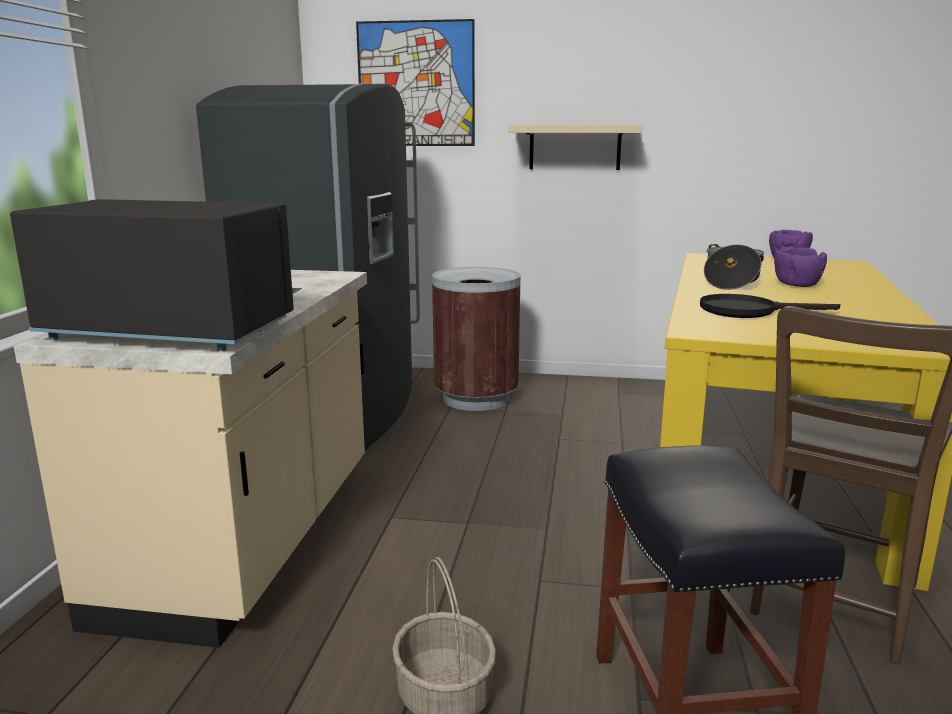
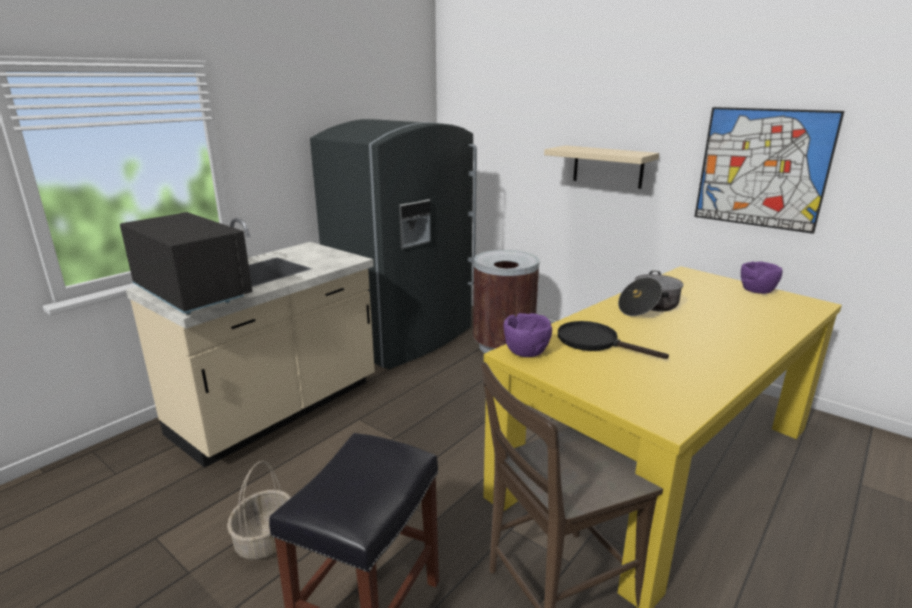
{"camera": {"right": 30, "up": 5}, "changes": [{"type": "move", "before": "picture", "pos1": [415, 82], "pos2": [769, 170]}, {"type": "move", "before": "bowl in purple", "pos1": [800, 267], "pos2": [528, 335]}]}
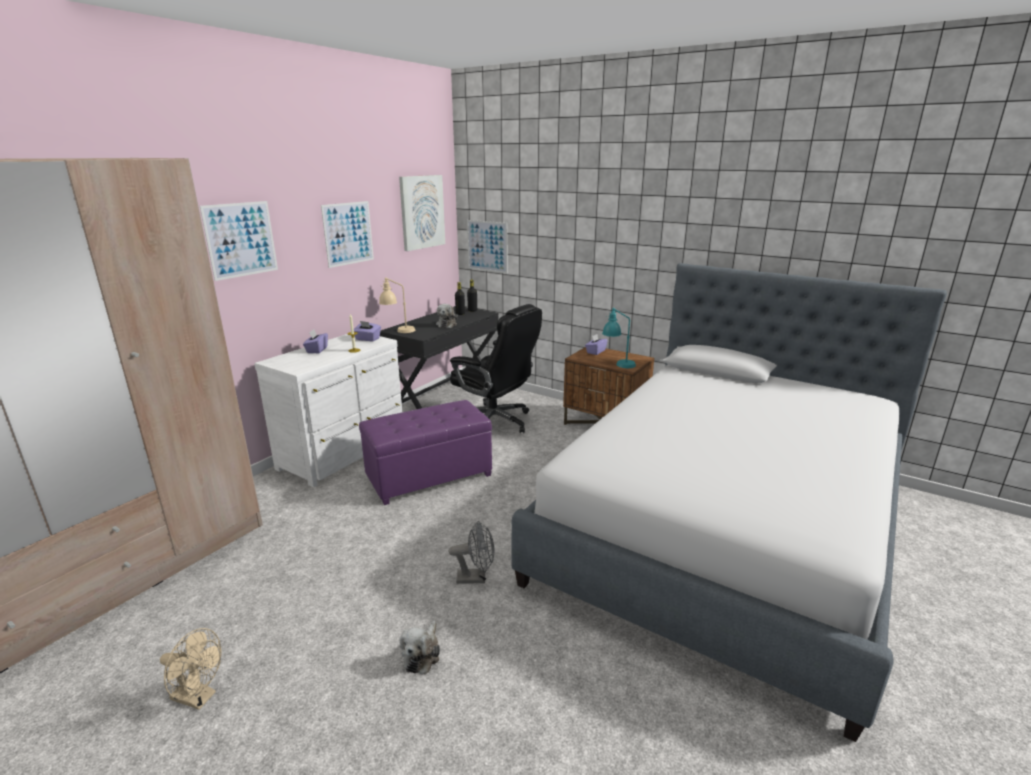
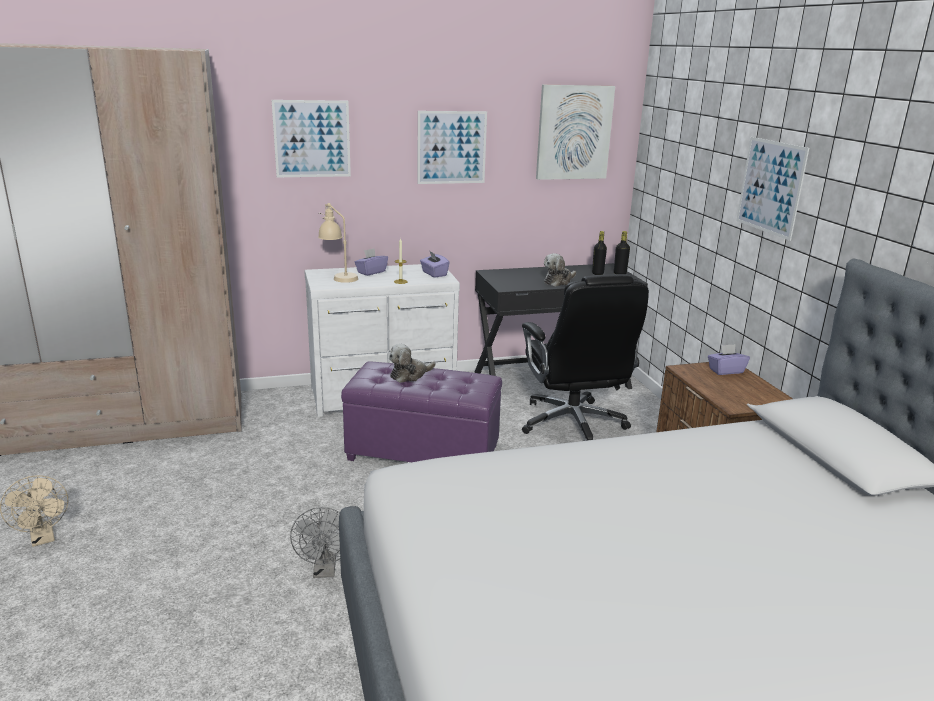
{"camera": {"right": 40, "up": 0}, "changes": [{"type": "move", "before": "picture", "pos1": [487, 246], "pos2": [772, 189]}, {"type": "move", "before": "table lamp in beige", "pos1": [397, 305], "pos2": [338, 243]}, {"type": "delete", "before": "table lamp in turquoise", "pos1": [619, 338]}, {"type": "rotate", "before": "fan in grey", "pos1": [471, 552], "pos2": [315, 542], "turn": 45}, {"type": "move", "before": "plush toy", "pos1": [420, 647], "pos2": [412, 363]}]}
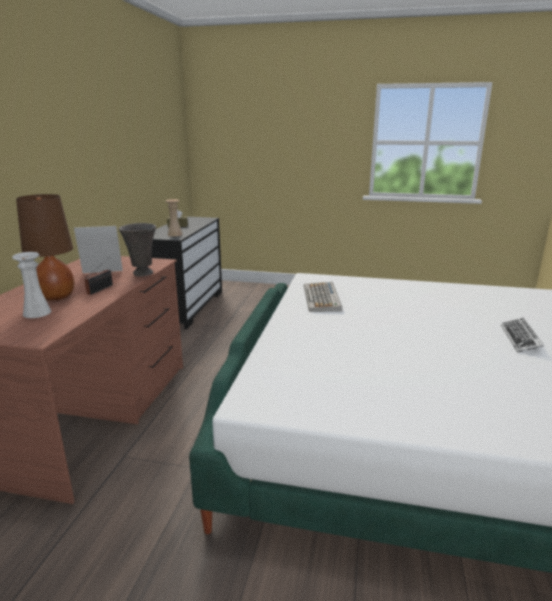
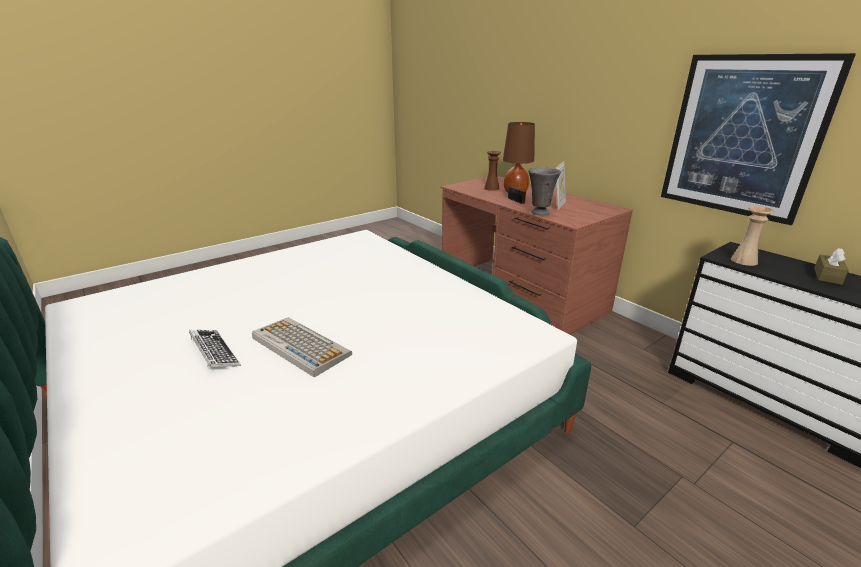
{"camera": {"right": 130, "up": 5}, "changes": [{"type": "recolor", "before": "vase in white", "after": "vase in brown", "pos1": [31, 285], "pos2": [492, 171]}, {"type": "move", "before": "keyboard", "pos1": [323, 297], "pos2": [302, 347]}, {"type": "insert", "after": "picture", "pos2": [758, 139]}]}
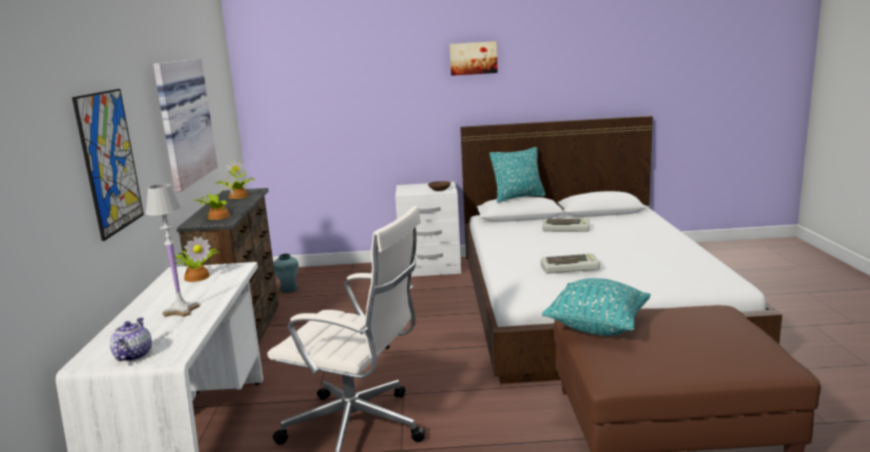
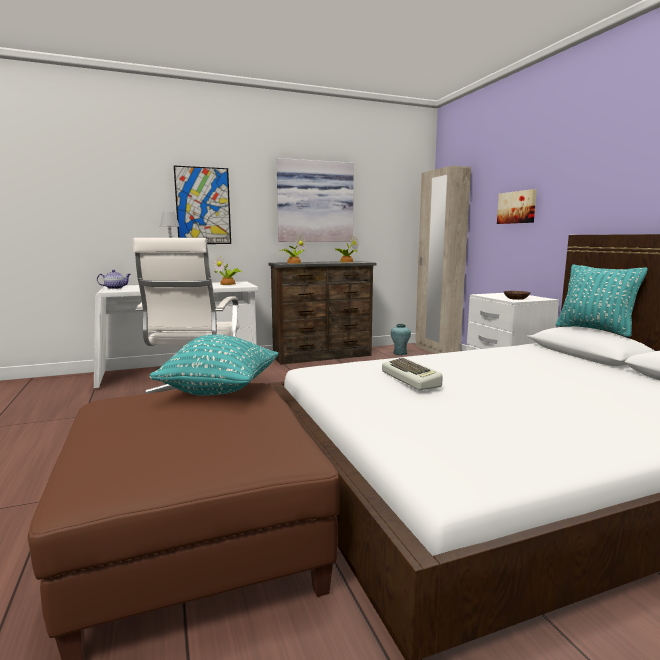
{"camera": {"right": 70, "up": -5}, "changes": [{"type": "move", "before": "picture", "pos1": [474, 58], "pos2": [517, 206]}, {"type": "delete", "before": "keyboard", "pos1": [566, 225]}, {"type": "insert", "after": "wardrobe in beige", "pos2": [443, 260]}]}
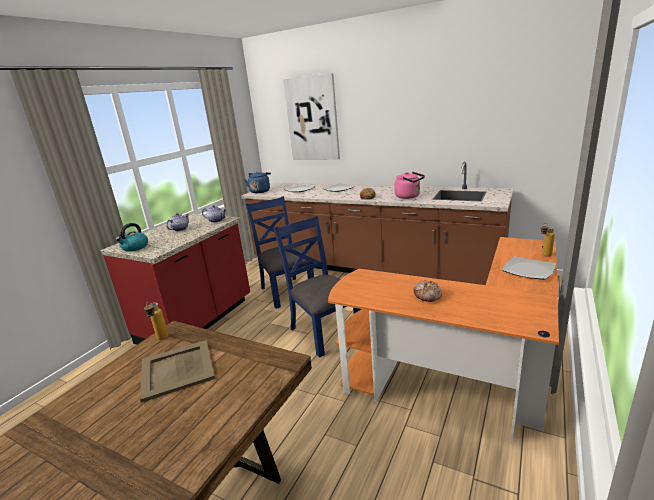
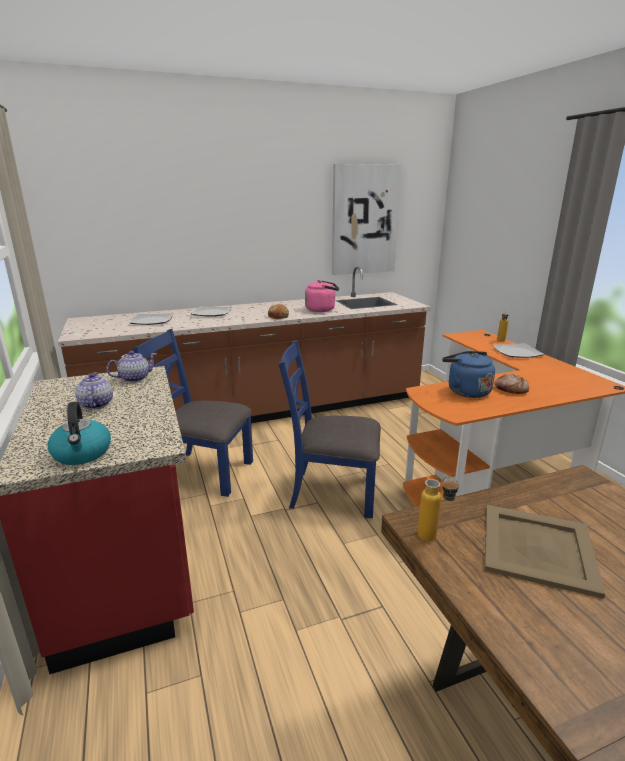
{"camera": {"right": -50, "up": 0}, "changes": [{"type": "move", "before": "picture", "pos1": [311, 116], "pos2": [366, 219]}, {"type": "move", "before": "kettle in blue", "pos1": [257, 182], "pos2": [468, 374]}]}
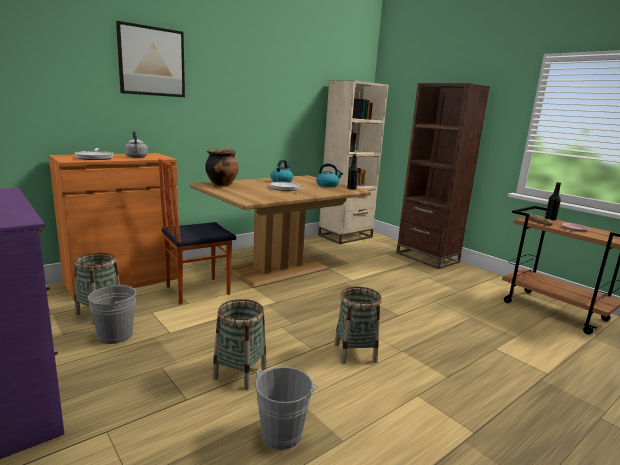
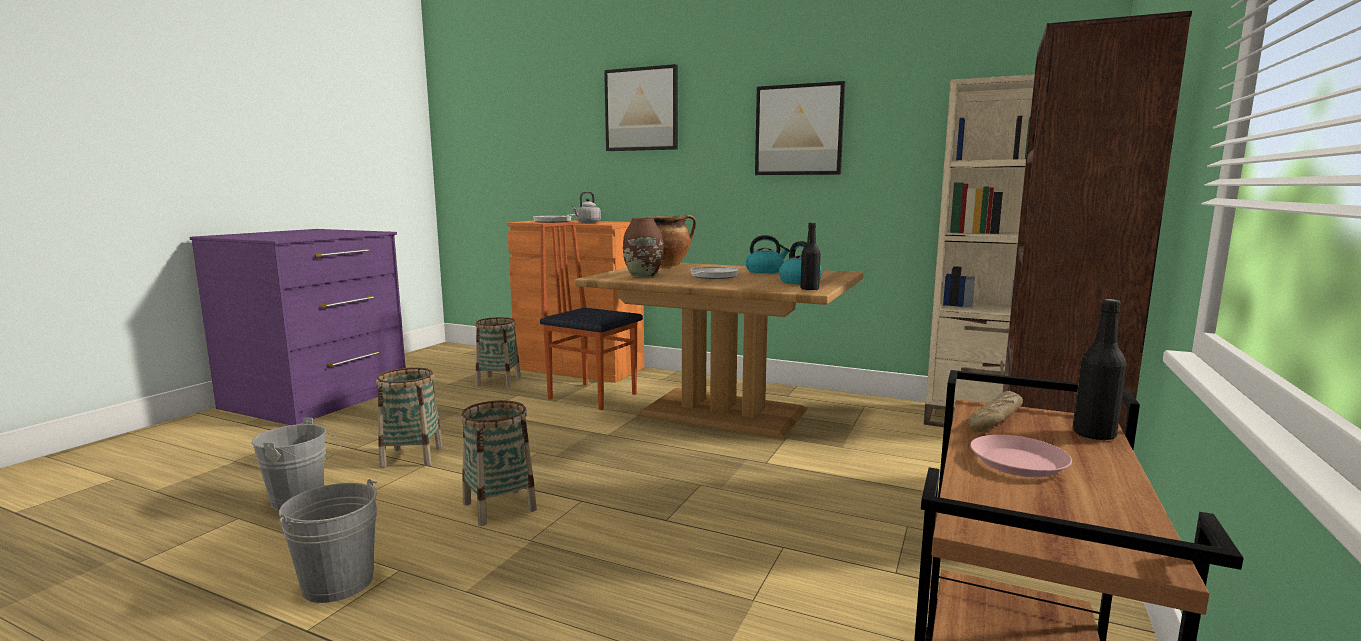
{"camera": {"right": 65, "up": -5}, "changes": [{"type": "move", "before": "bucket in grey", "pos1": [112, 313], "pos2": [328, 541]}, {"type": "insert", "after": "picture", "pos2": [800, 128]}, {"type": "insert", "after": "vase in brown", "pos2": [643, 247]}]}
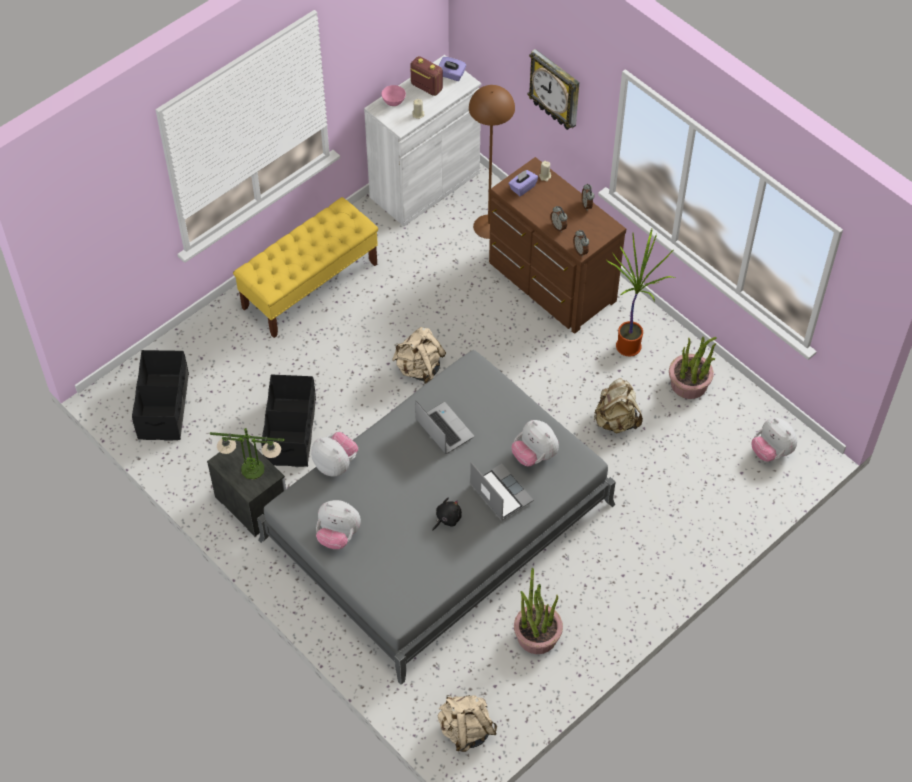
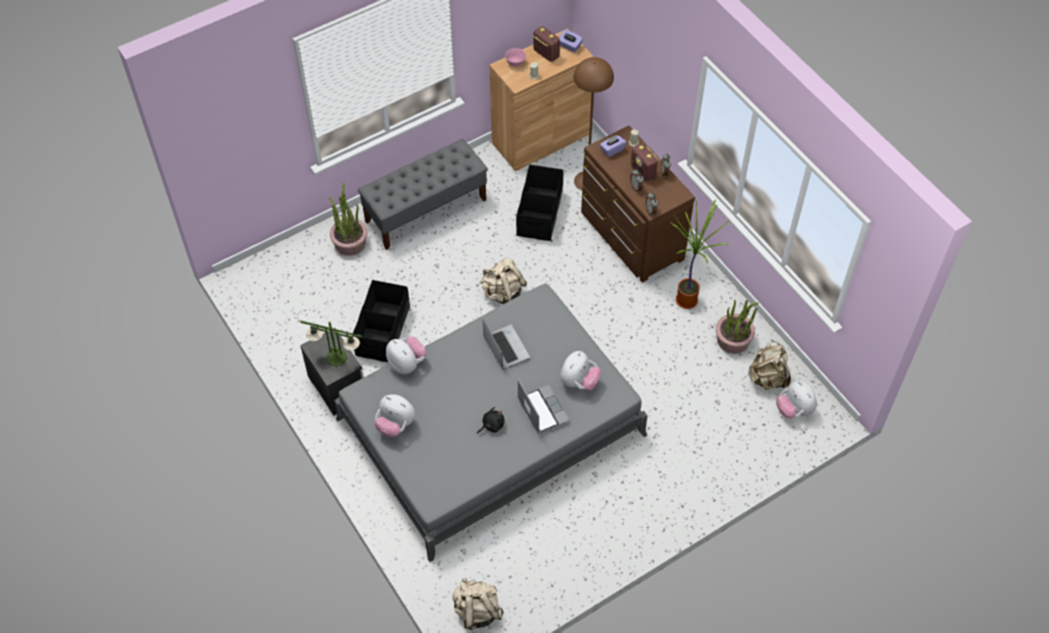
{"camera": {"right": 10, "up": 0}, "changes": [{"type": "delete", "before": "wall clock", "pos1": [553, 89]}, {"type": "recolor", "before": "cabinet in white", "after": "cabinet in brown", "pos1": [422, 140], "pos2": [541, 100]}, {"type": "recolor", "before": "bench in yellow", "after": "bench in grey", "pos1": [305, 267], "pos2": [423, 194]}, {"type": "move", "before": "storage box in black", "pos1": [160, 395], "pos2": [539, 203]}, {"type": "move", "before": "backpack in beige", "pos1": [618, 406], "pos2": [769, 365]}, {"type": "rotate", "before": "plush toy", "pos1": [535, 443], "pos2": [580, 370], "turn": -120}, {"type": "move", "before": "potted plant", "pos1": [538, 610], "pos2": [348, 219]}, {"type": "insert", "after": "radio", "pos2": [645, 162]}]}
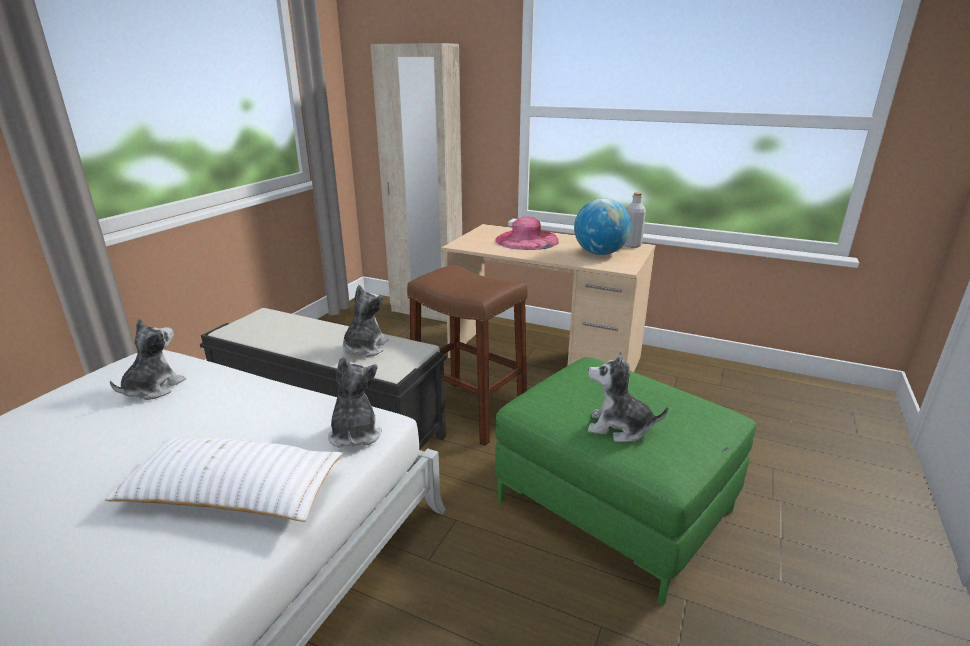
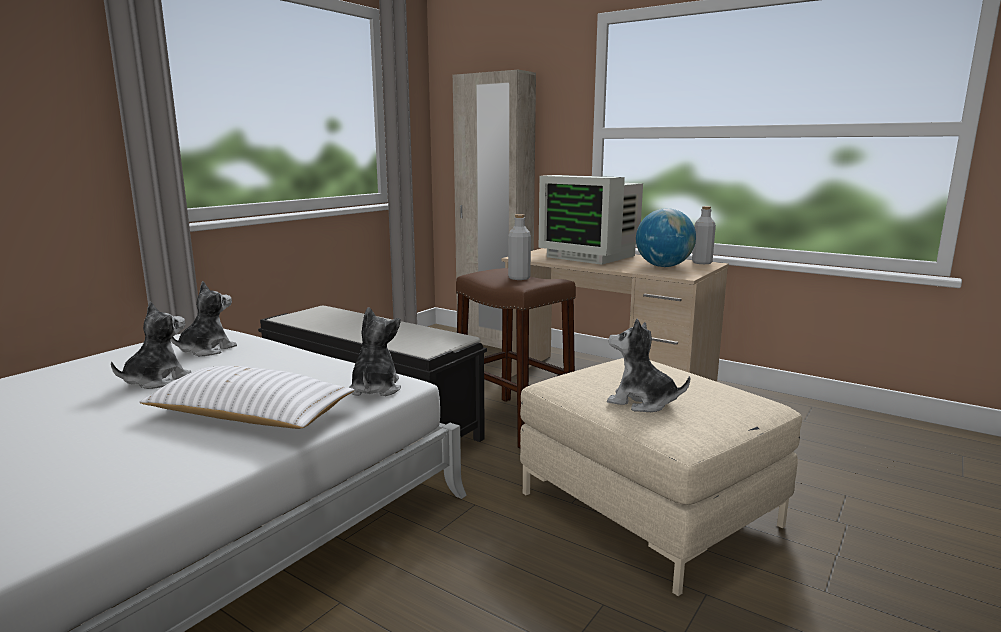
{"camera": {"right": 10, "up": -10}, "changes": [{"type": "replace", "before": "hat in pink", "after": "monitor", "pos1": [527, 233], "pos2": [591, 220]}, {"type": "move", "before": "plush toy", "pos1": [365, 321], "pos2": [151, 345]}, {"type": "recolor", "before": "ottoman in green", "after": "ottoman in beige", "pos1": [625, 481], "pos2": [661, 477]}, {"type": "insert", "after": "bottle in grey", "pos2": [519, 247]}]}
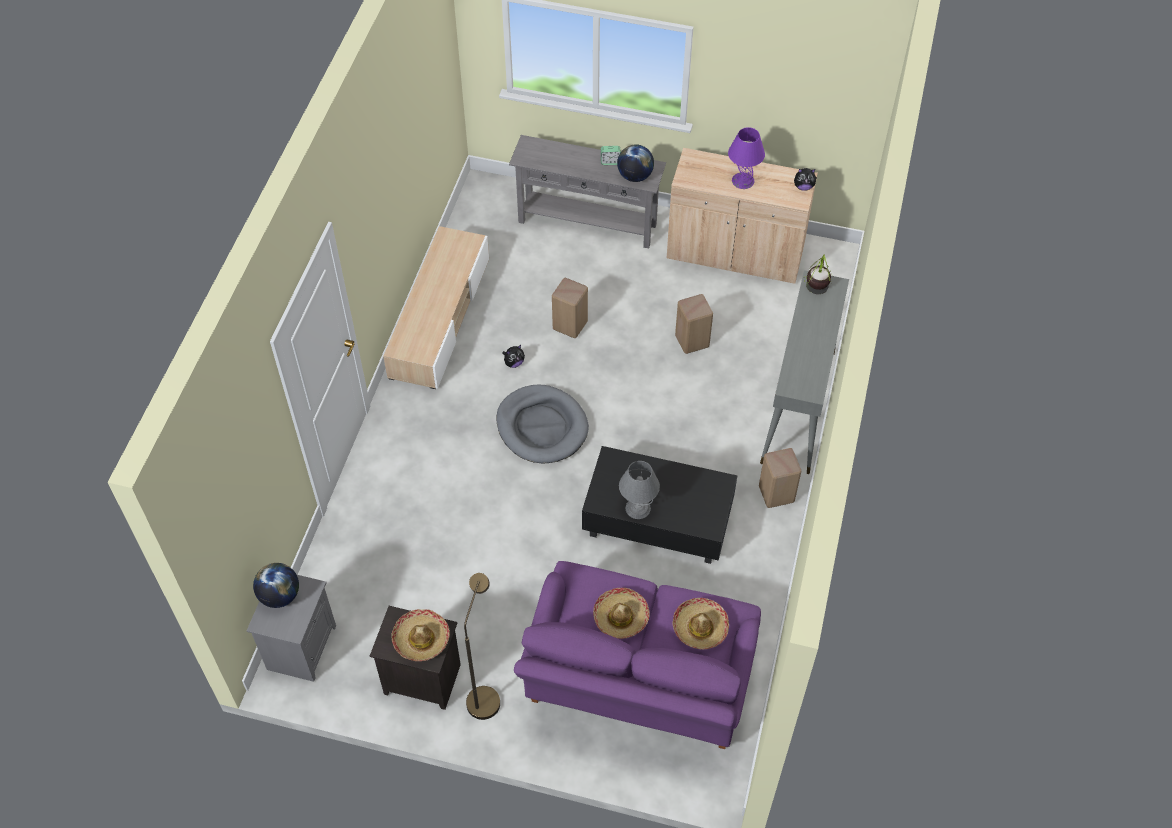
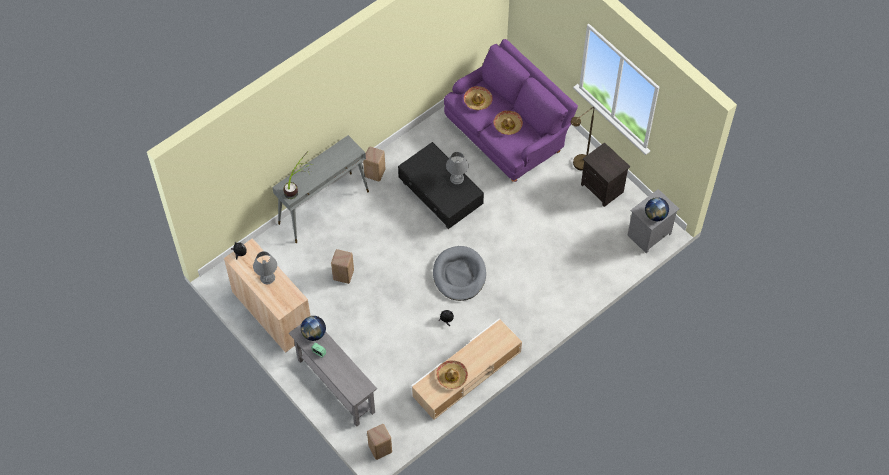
{"camera": {"right": -145, "up": 5}, "changes": [{"type": "recolor", "before": "table lamp in purple", "after": "table lamp in grey", "pos1": [746, 158], "pos2": [265, 267]}, {"type": "move", "before": "stool in beige", "pos1": [570, 308], "pos2": [379, 442]}, {"type": "move", "before": "hat", "pos1": [420, 635], "pos2": [452, 374]}]}
